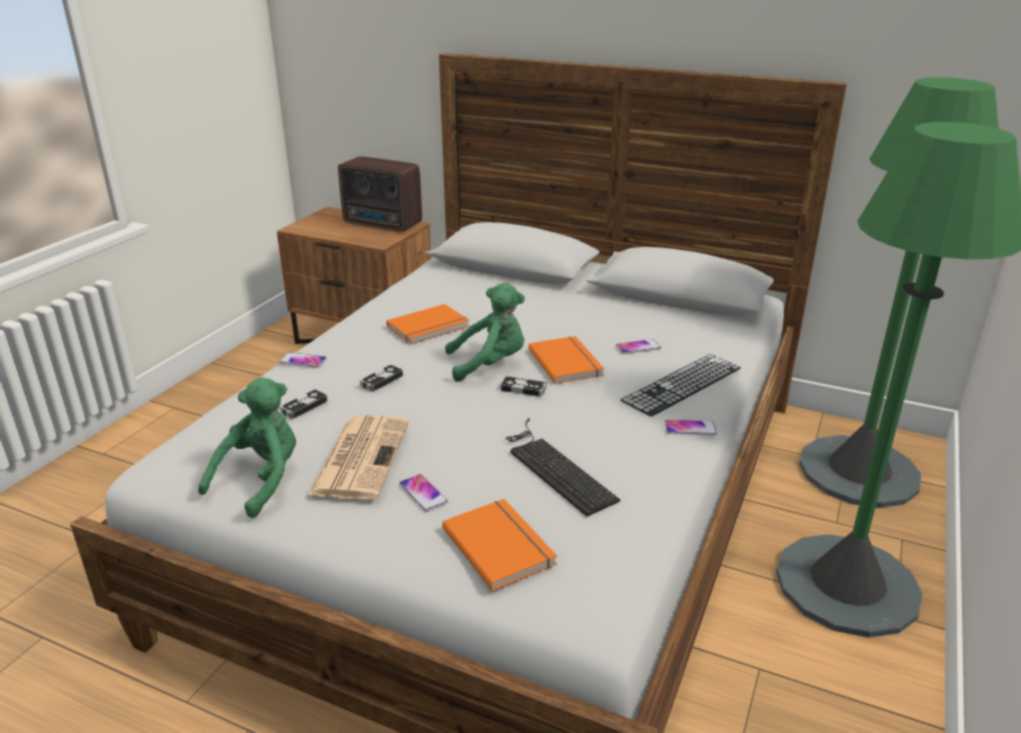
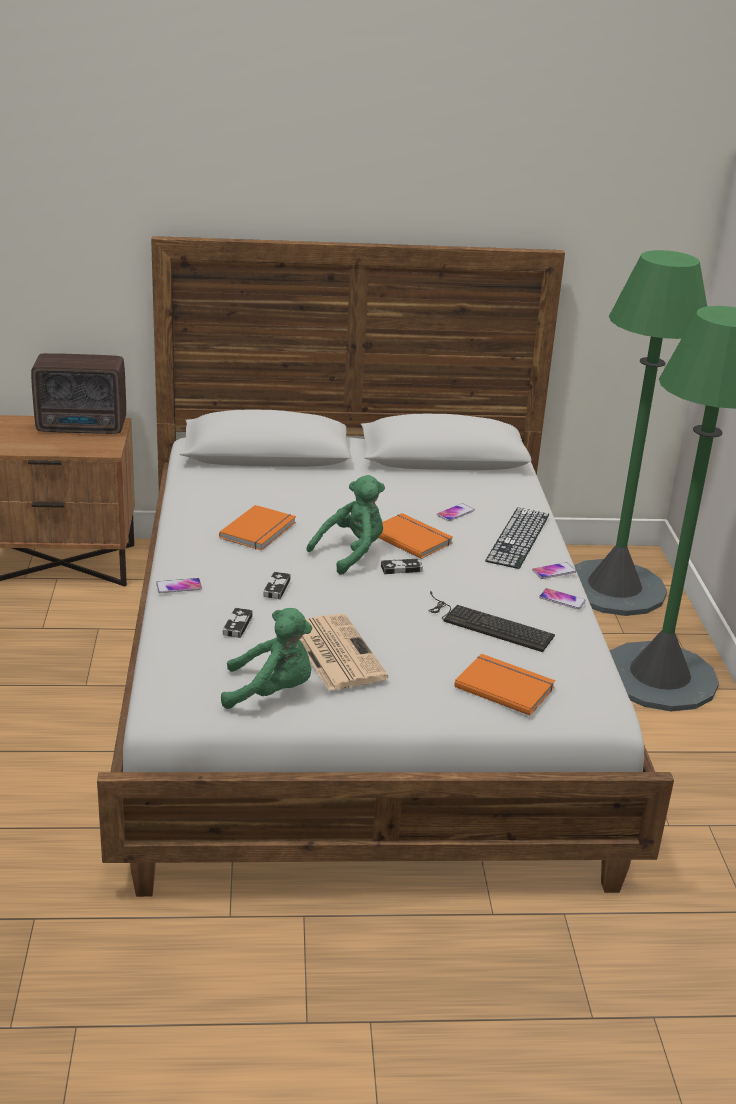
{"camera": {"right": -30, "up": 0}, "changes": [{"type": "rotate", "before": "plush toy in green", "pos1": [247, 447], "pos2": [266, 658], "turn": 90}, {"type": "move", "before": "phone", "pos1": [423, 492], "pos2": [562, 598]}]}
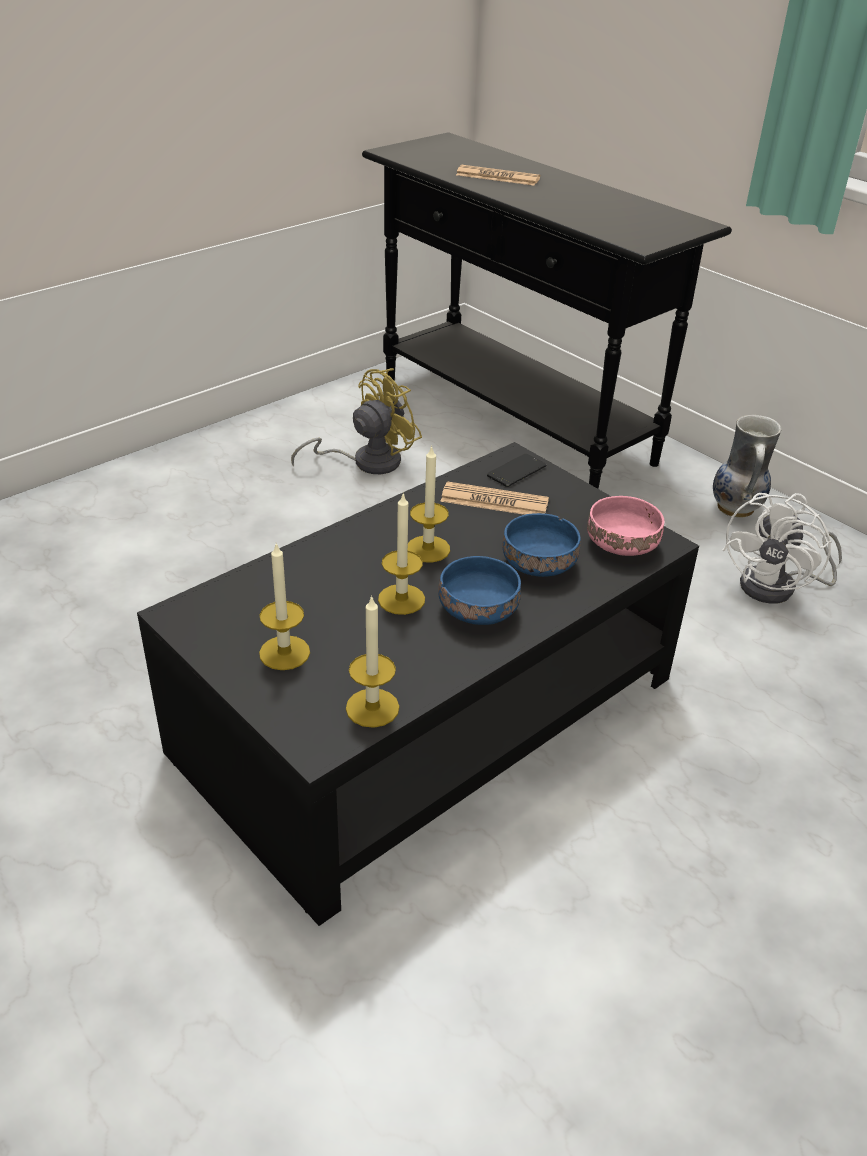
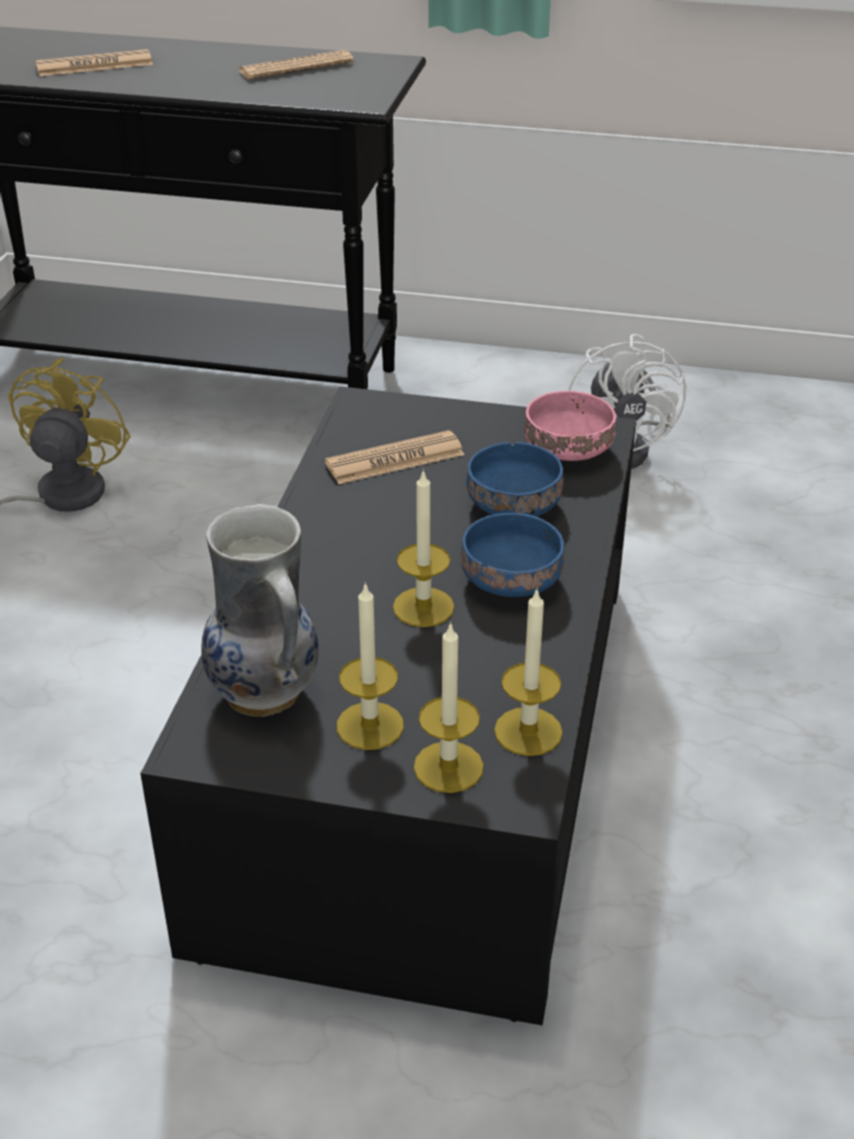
{"camera": {"right": -35, "up": 0}, "changes": [{"type": "move", "before": "vase", "pos1": [747, 466], "pos2": [259, 610]}, {"type": "move", "before": "candle", "pos1": [429, 503], "pos2": [449, 707]}, {"type": "delete", "before": "phone", "pos1": [516, 470]}, {"type": "insert", "after": "newspaper", "pos2": [296, 64]}]}
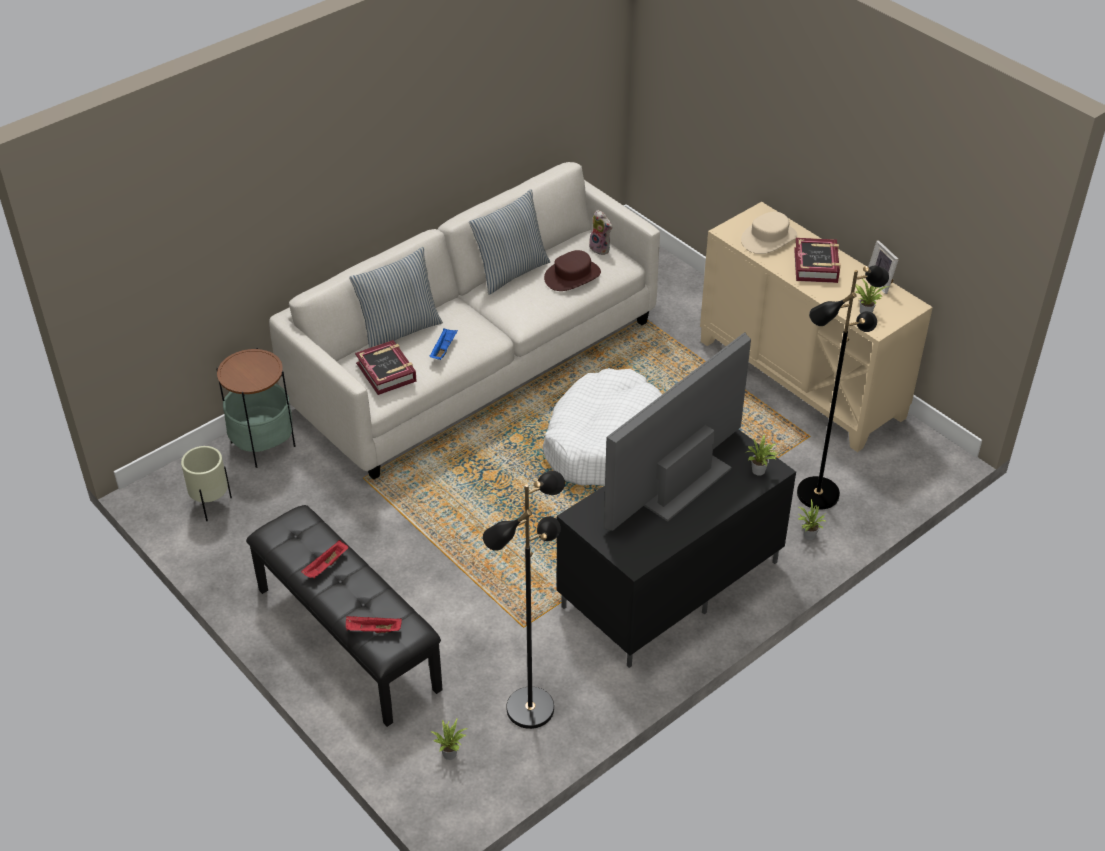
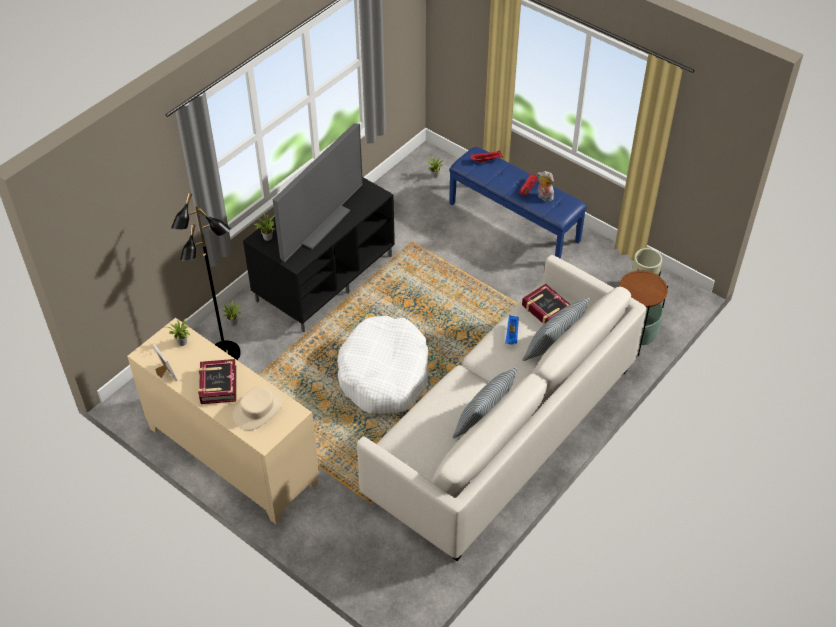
{"camera": {"right": 170, "up": 5}, "changes": [{"type": "move", "before": "plush toy", "pos1": [600, 232], "pos2": [545, 186]}, {"type": "delete", "before": "hat in brown", "pos1": [572, 270]}, {"type": "delete", "before": "floor lamp in black", "pos1": [524, 600]}, {"type": "recolor", "before": "bench in black", "after": "bench in blue", "pos1": [344, 616], "pos2": [518, 203]}]}
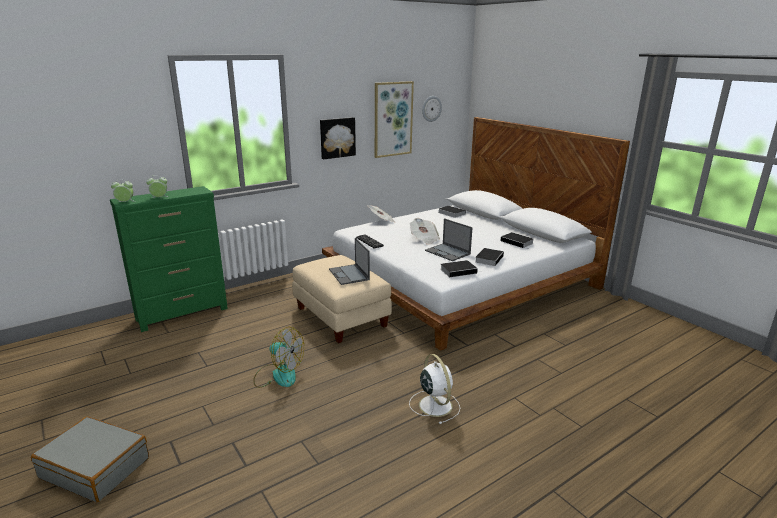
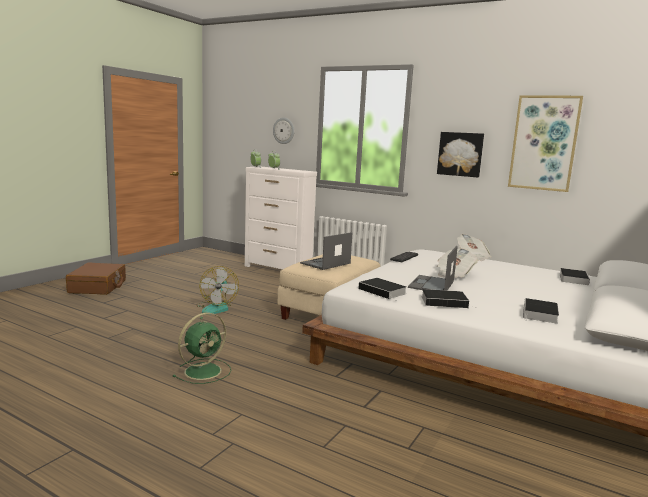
{"camera": {"right": 65, "up": -10}, "changes": [{"type": "move", "before": "wall clock", "pos1": [432, 109], "pos2": [283, 130]}, {"type": "recolor", "before": "dresser in green", "after": "dresser in white", "pos1": [169, 259], "pos2": [281, 218]}, {"type": "recolor", "before": "fan in white", "after": "fan in green", "pos1": [434, 389], "pos2": [201, 348]}, {"type": "recolor", "before": "suitcase in grey", "after": "suitcase in brown", "pos1": [90, 459], "pos2": [96, 278]}]}
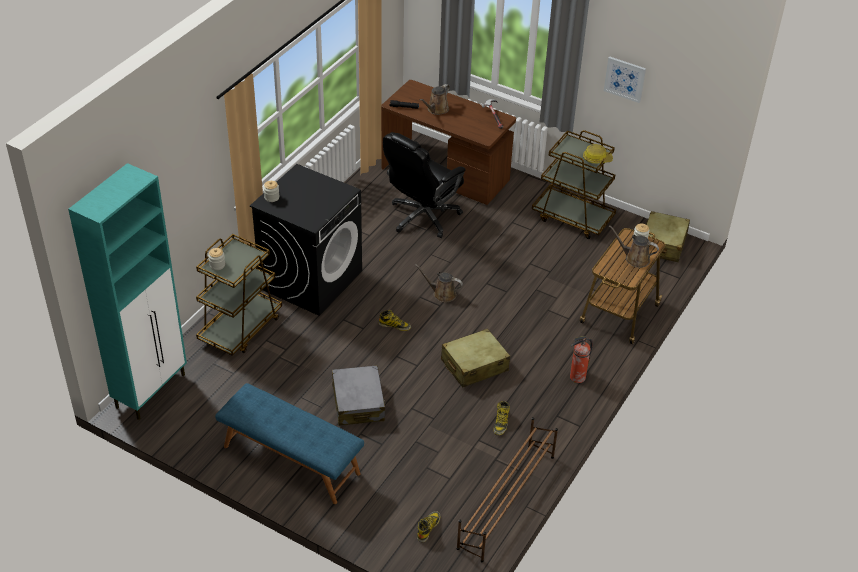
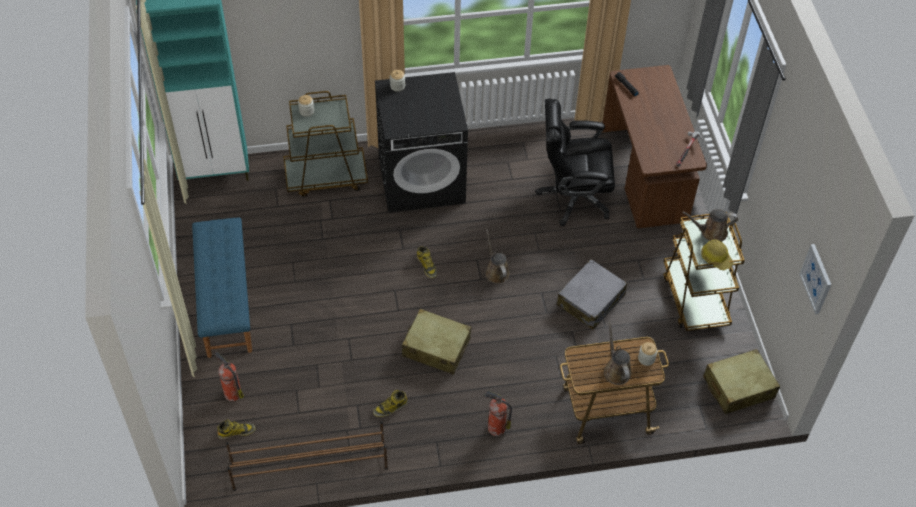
{"camera": {"right": 50, "up": 10}, "changes": [{"type": "move", "before": "picture", "pos1": [625, 80], "pos2": [815, 279]}, {"type": "move", "before": "watering can in brown", "pos1": [434, 99], "pos2": [710, 225]}, {"type": "move", "before": "suitcase in grey", "pos1": [358, 395], "pos2": [592, 294]}, {"type": "insert", "after": "fire extinguisher", "pos2": [229, 376]}]}
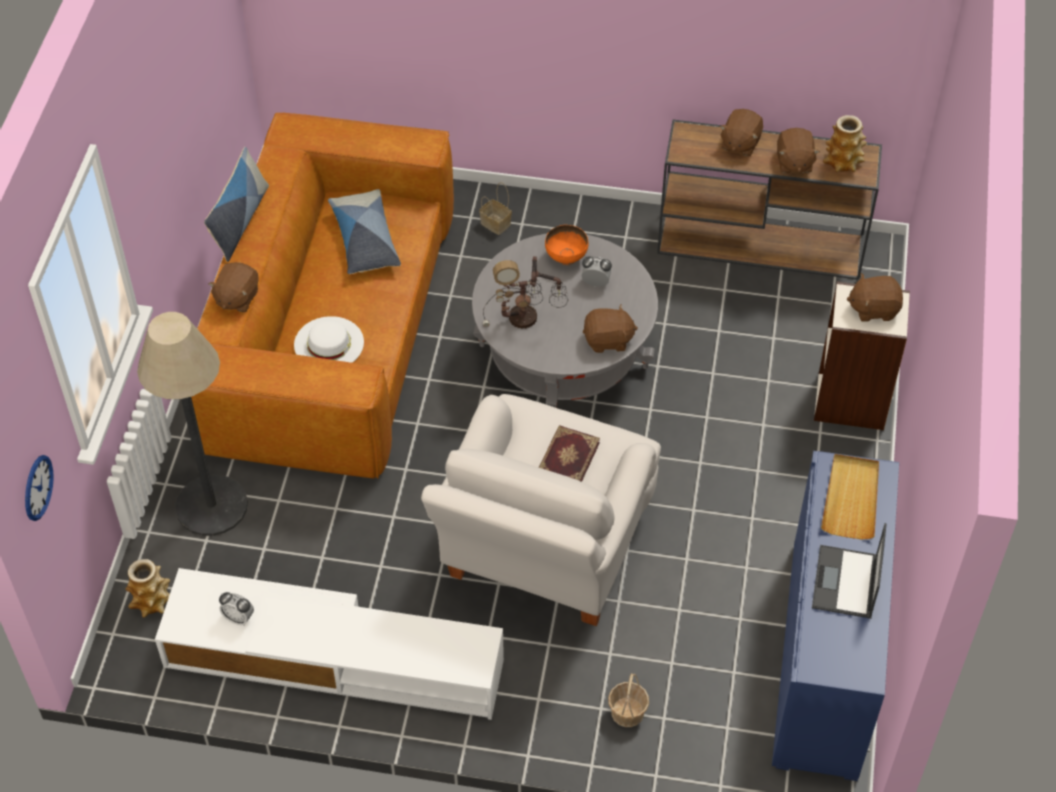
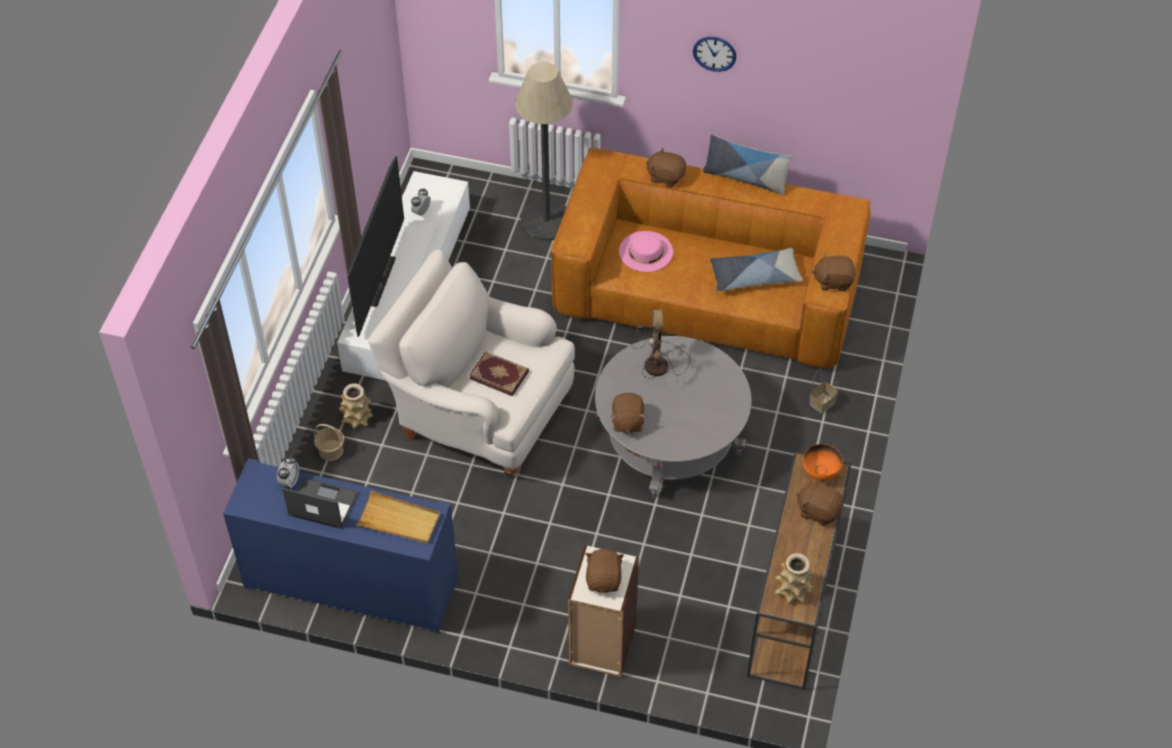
{"camera": {"right": 95, "up": 0}, "changes": [{"type": "move", "before": "plush toy in brown", "pos1": [798, 150], "pos2": [834, 271]}, {"type": "move", "before": "bowl in orange", "pos1": [566, 245], "pos2": [823, 462]}, {"type": "move", "before": "alarm clock", "pos1": [597, 271], "pos2": [288, 472]}, {"type": "recolor", "before": "hat in white", "after": "hat in pink", "pos1": [329, 339], "pos2": [646, 251]}, {"type": "move", "before": "wall clock", "pos1": [39, 488], "pos2": [714, 54]}, {"type": "move", "before": "vase", "pos1": [147, 588], "pos2": [355, 406]}, {"type": "insert", "after": "television", "pos2": [375, 246]}]}
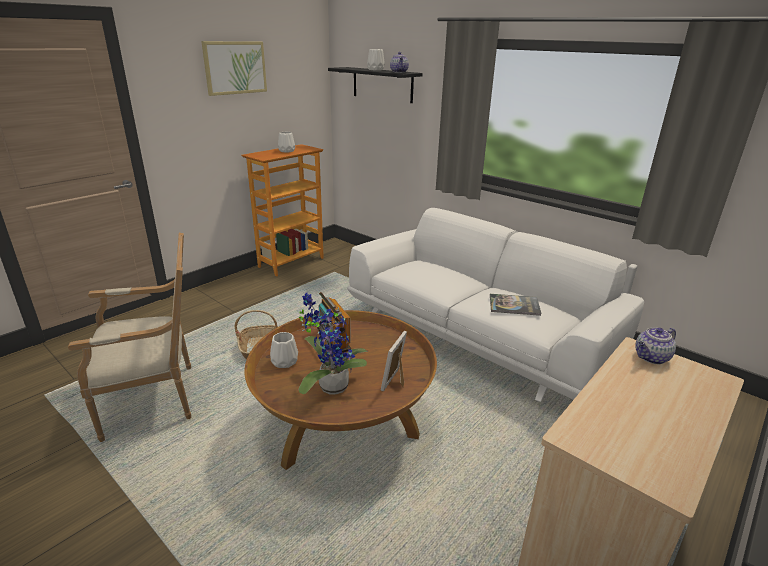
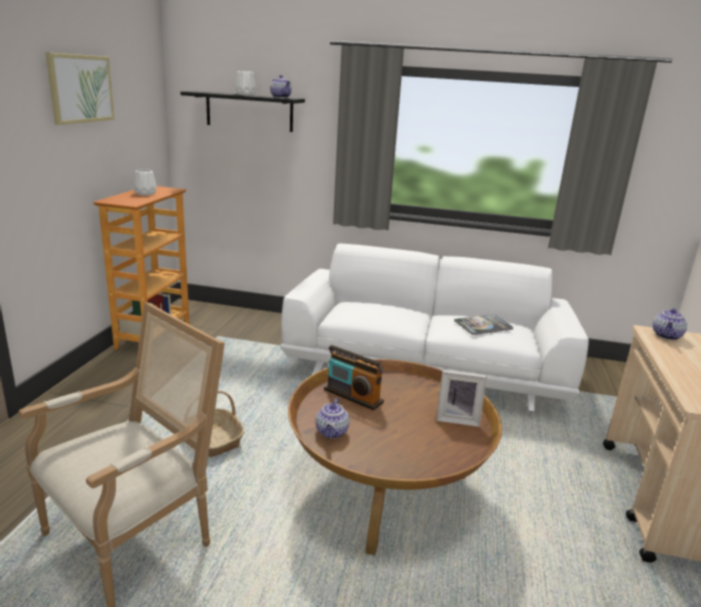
{"camera": {"right": -30, "up": -5}, "changes": [{"type": "delete", "before": "potted plant", "pos1": [333, 344]}, {"type": "rotate", "before": "picture frame", "pos1": [394, 361], "pos2": [461, 398], "turn": -75}, {"type": "replace", "before": "vase in white", "after": "teapot", "pos1": [284, 350], "pos2": [332, 418]}]}
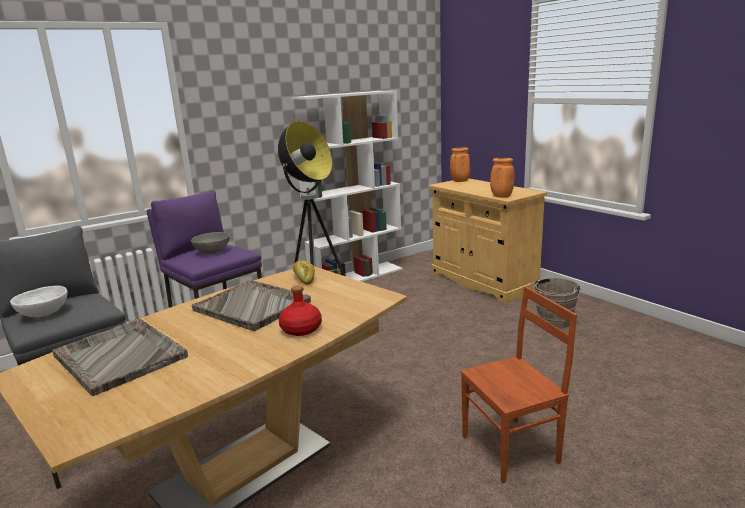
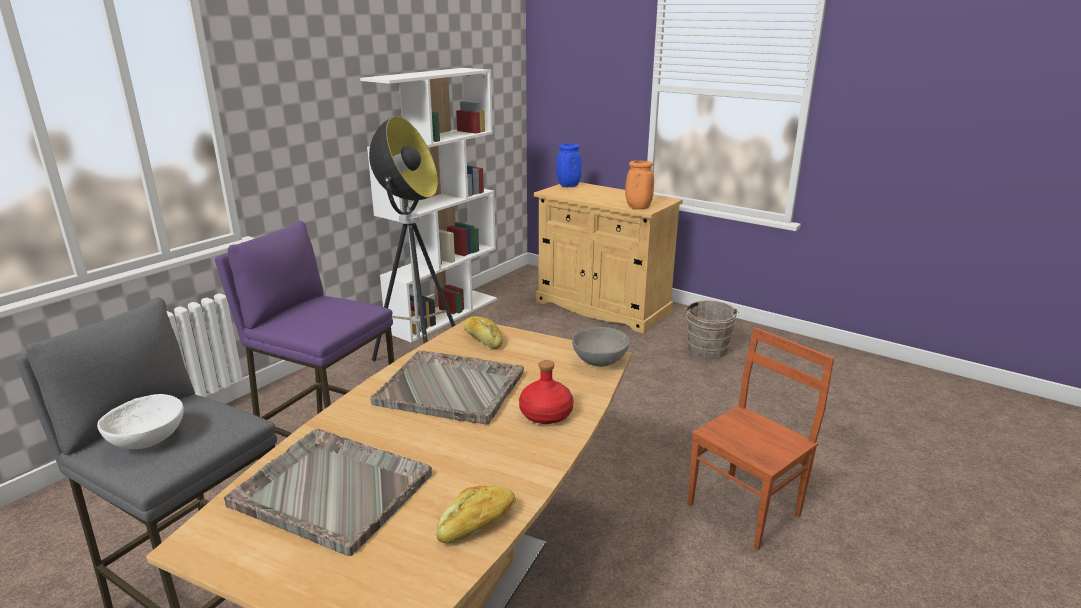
{"camera": {"right": -20, "up": 5}, "changes": [{"type": "recolor", "before": "vase in orange", "after": "vase in blue", "pos1": [460, 164], "pos2": [568, 165]}, {"type": "move", "before": "bowl in grey", "pos1": [210, 243], "pos2": [601, 347]}, {"type": "insert", "after": "bread", "pos2": [476, 514]}]}
